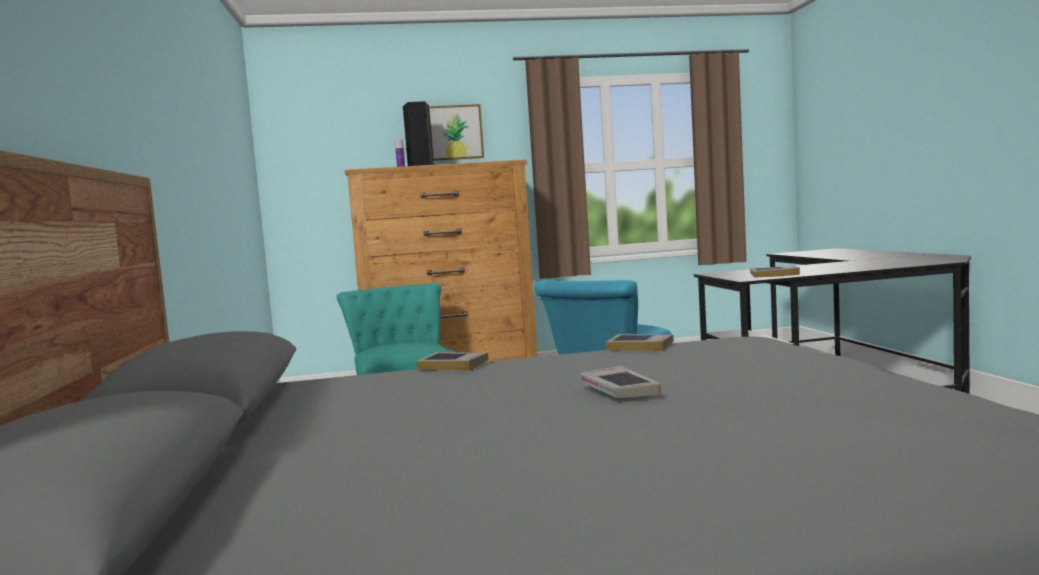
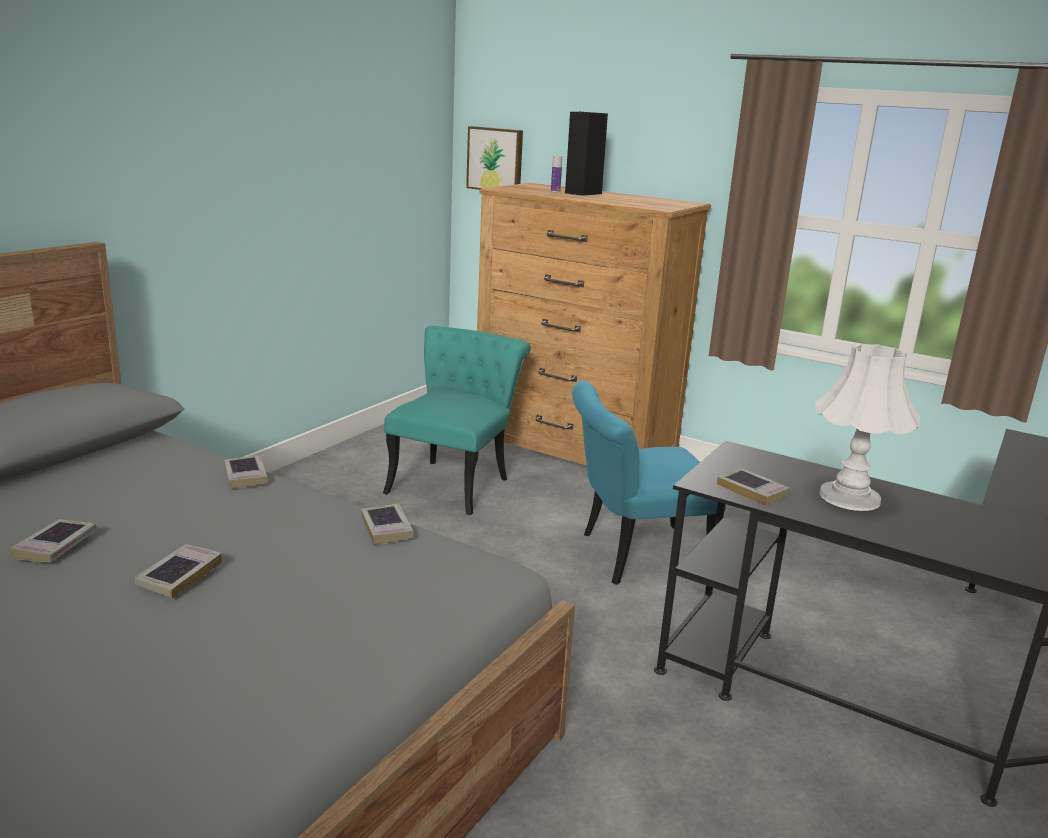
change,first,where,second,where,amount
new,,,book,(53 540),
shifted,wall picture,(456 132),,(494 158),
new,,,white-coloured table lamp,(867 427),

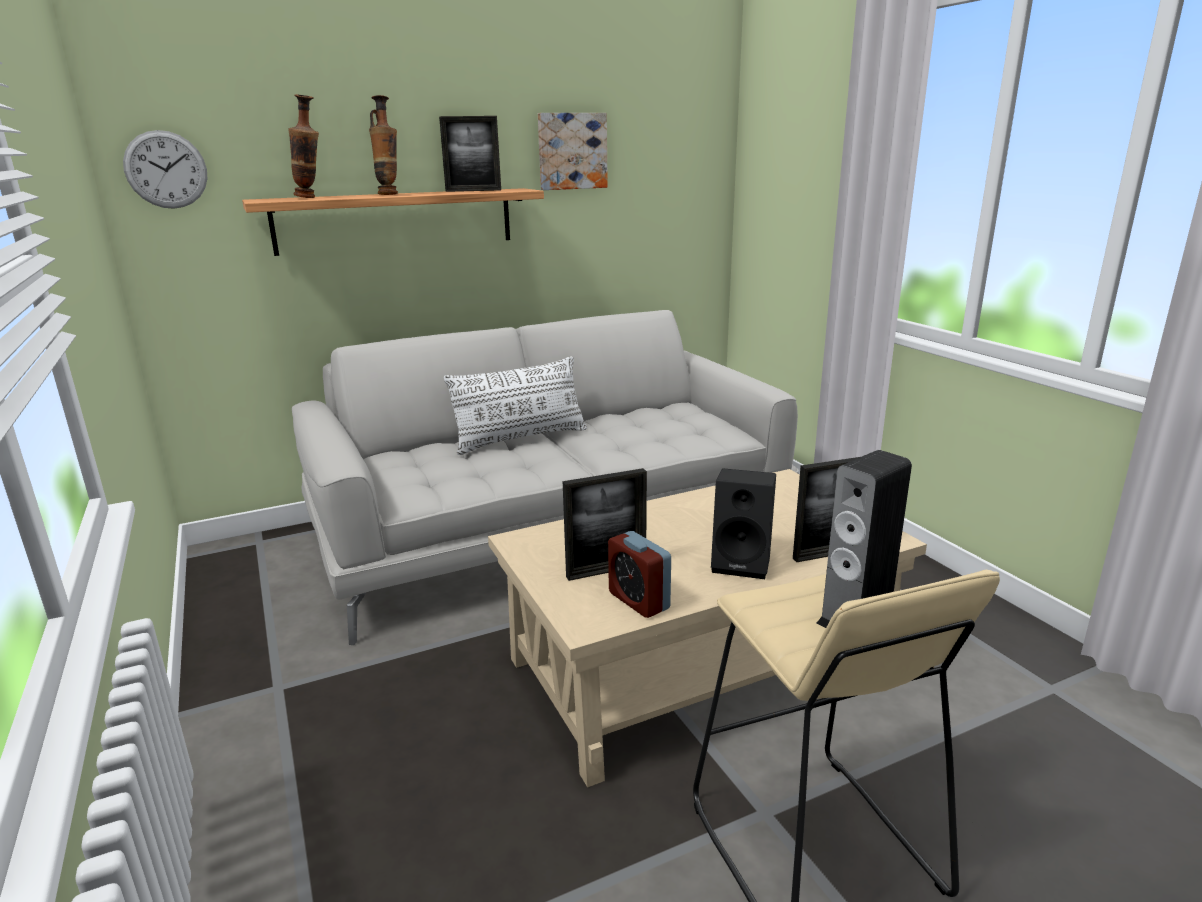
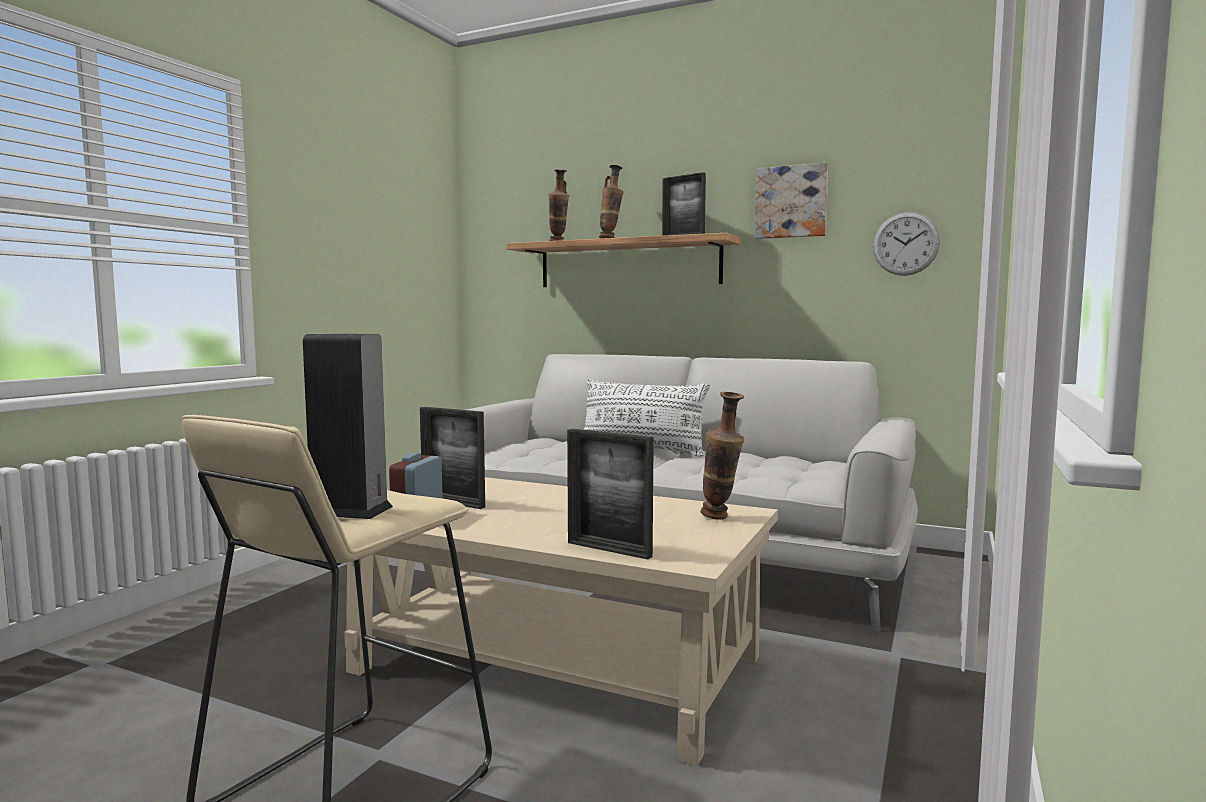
change,first,where,second,where,amount
new,,,vase,(722 456),
shifted,hanging clock,(165 169),,(906 244),
gone,blackish loudspeaker,(743 523),,,

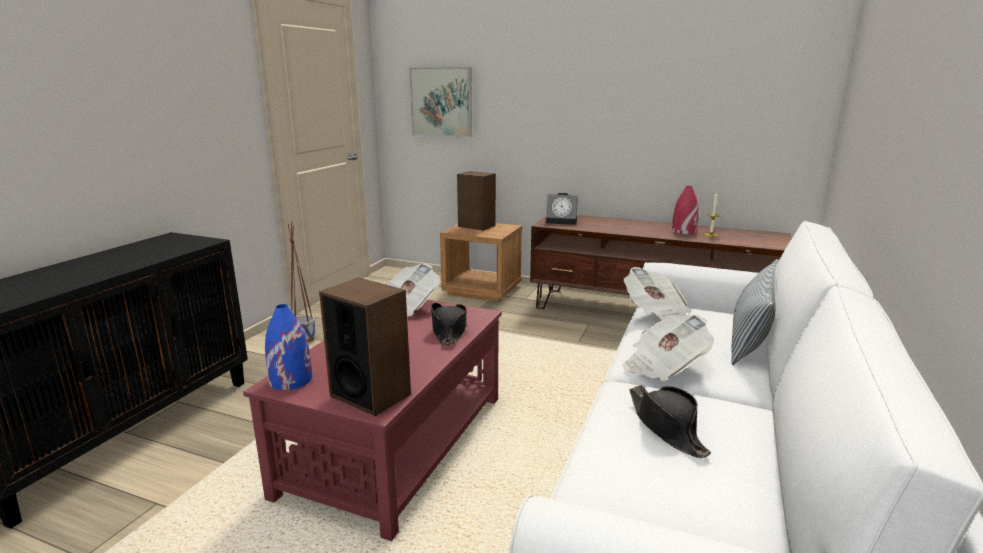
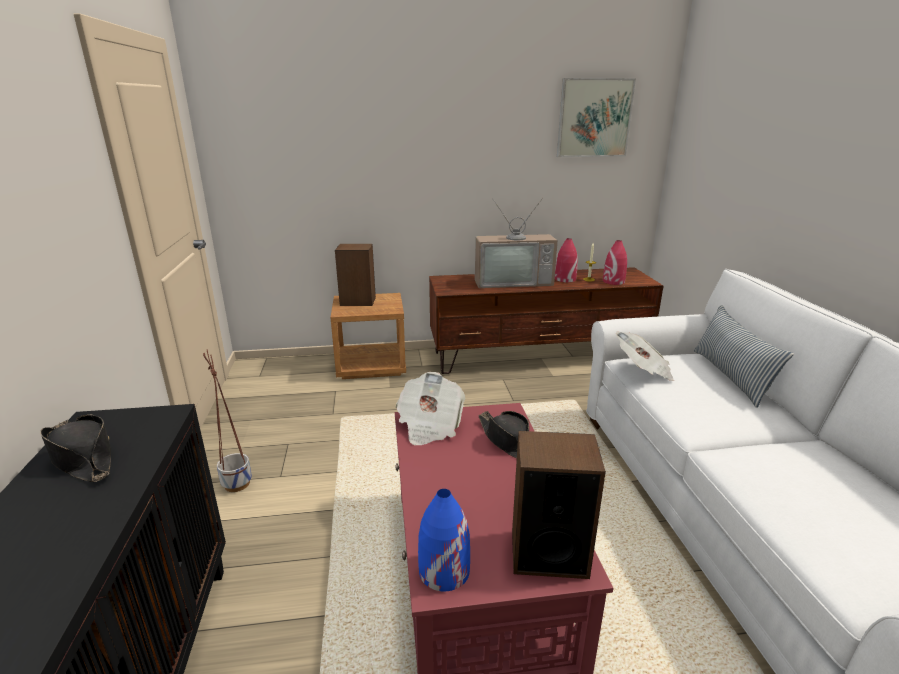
change,first,where,second,where,amount
shifted,blackish hat,(670 421),,(75 448),
new,,,TV set,(516 243),
shifted,wall picture,(440 102),,(596 117),
new,,,red vase,(615 262),
gone,bedside clock,(562 209),,,
gone,printed paper,(668 348),,,

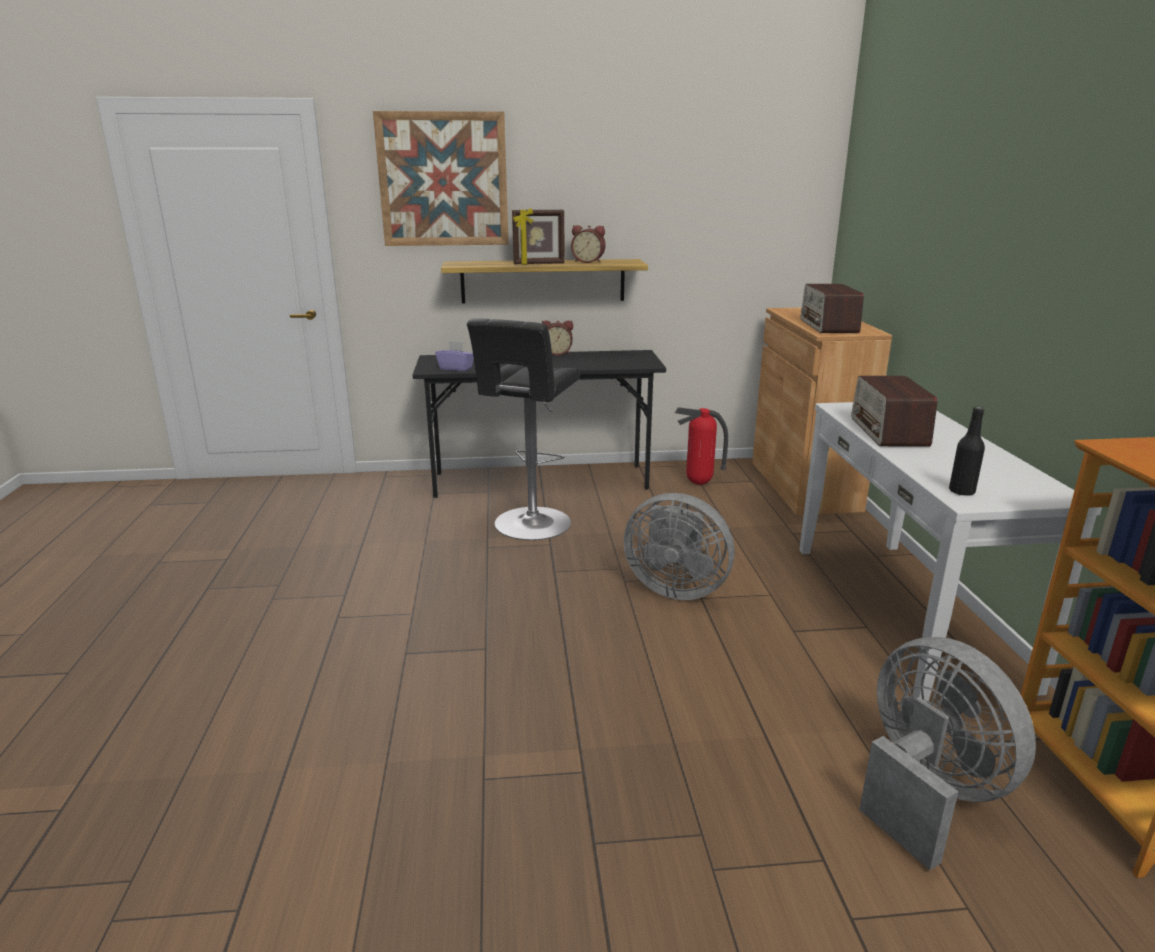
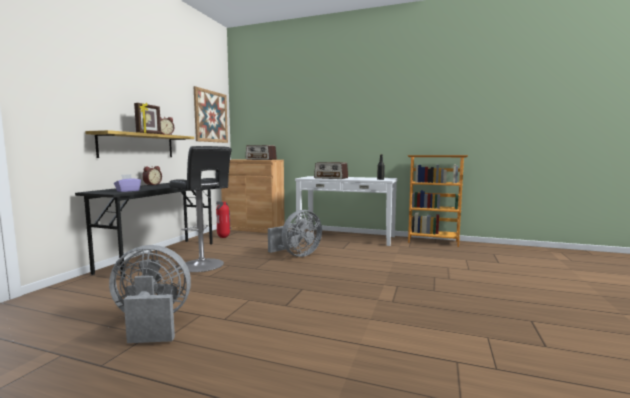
change,first,where,second,where,amount
shifted,greyish cooling fan,(947 753),,(150 294),
shifted,wall picture,(441 178),,(211 114),

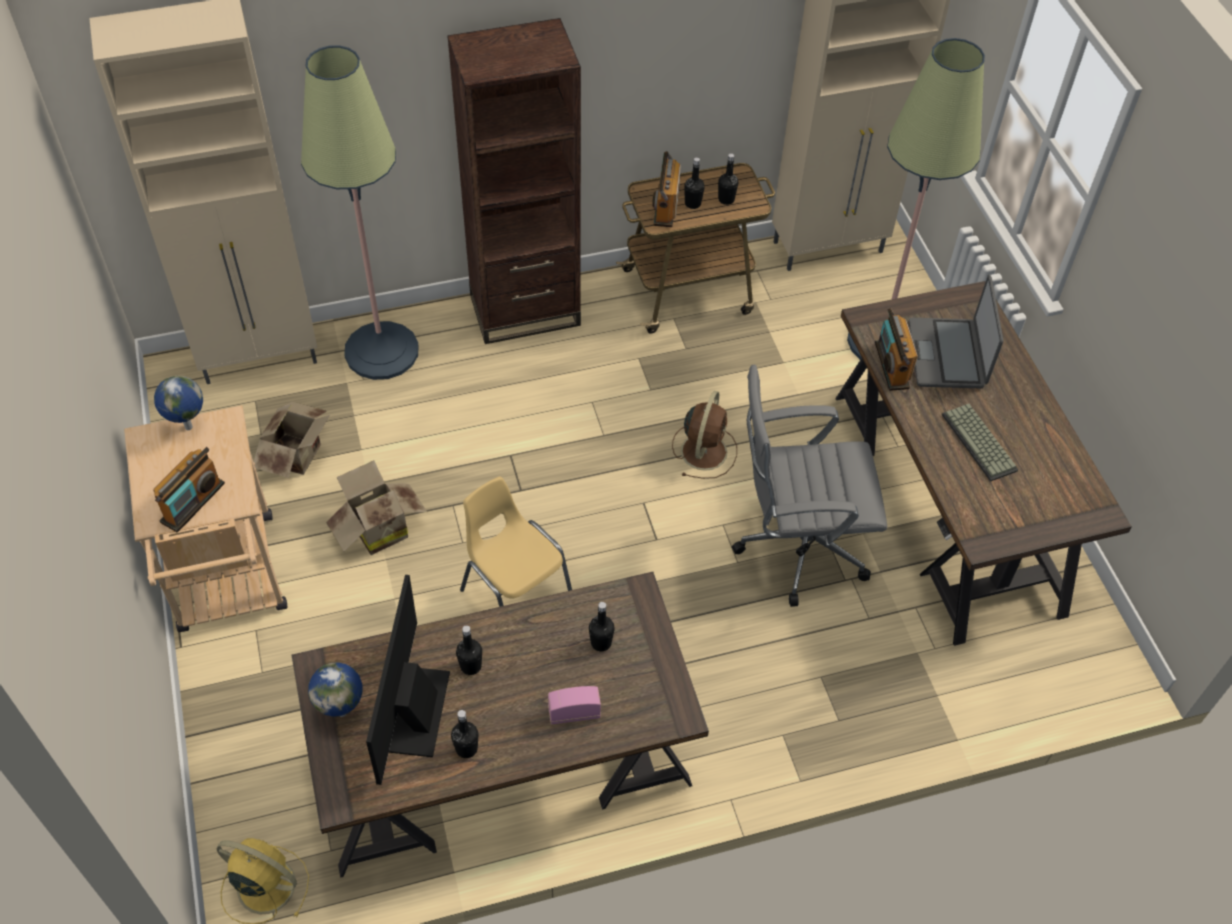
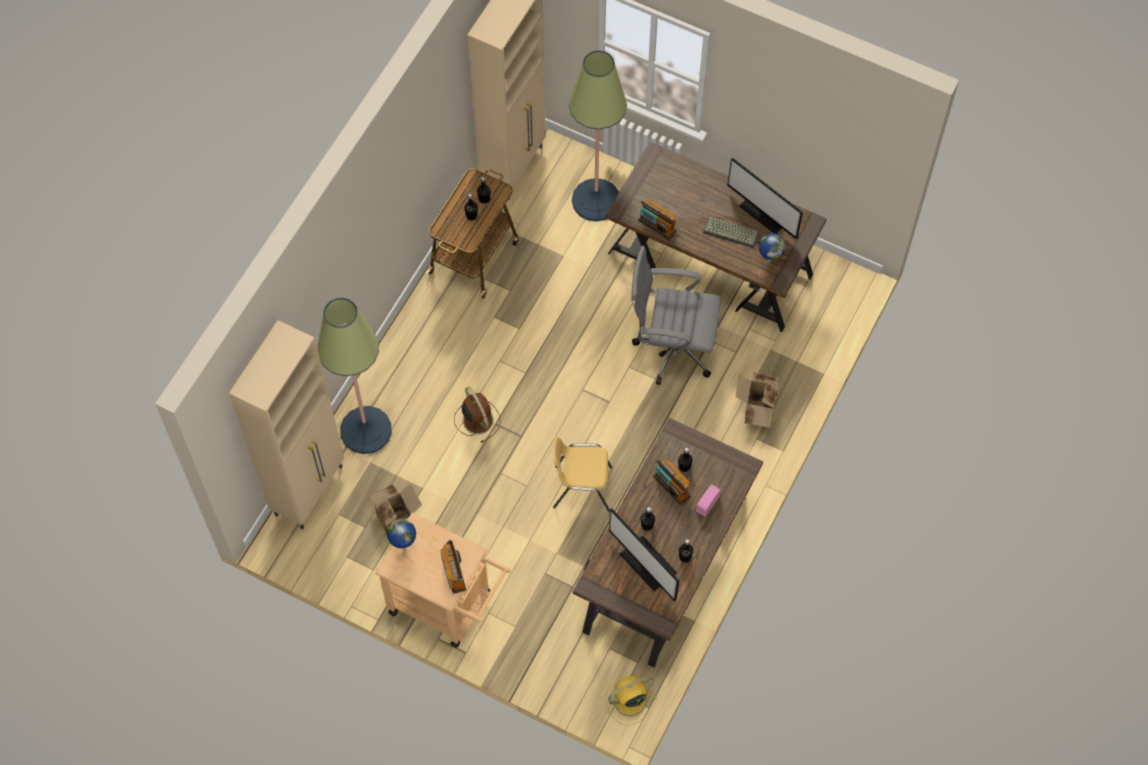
change,first,where,second,where,amount
shifted,brown cooling fan,(704 435),,(477 415),
rotated,greyish desk chair,(809 486),,(676 315),60 degrees clockwise
shifted,radio receiver,(666 189),,(672 482),
new,,,monitor,(765 198),
shifted,carton,(376 508),,(757 400),
shifted,desk globe,(335 689),,(772 247),
gone,brown shelving unit,(514 181),,,
gone,notebook computer,(956 331),,,

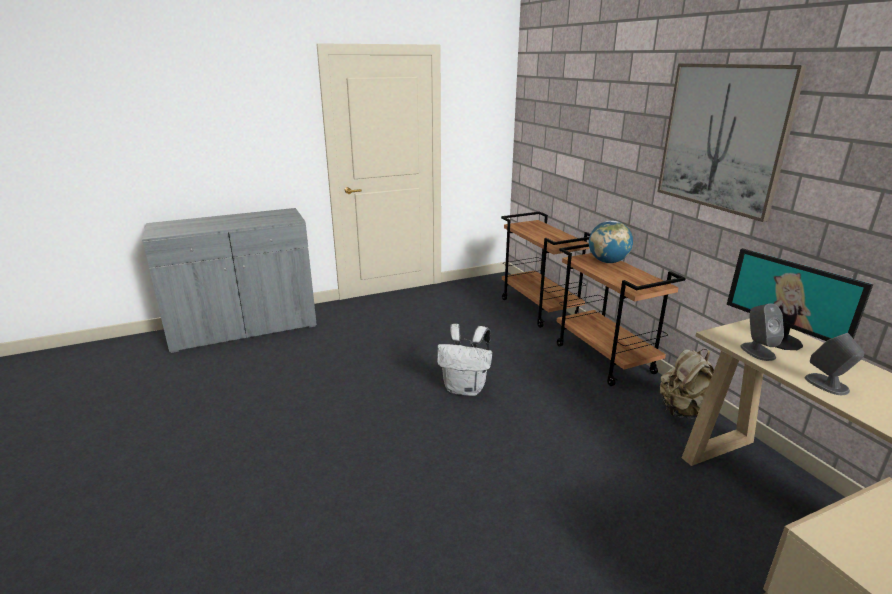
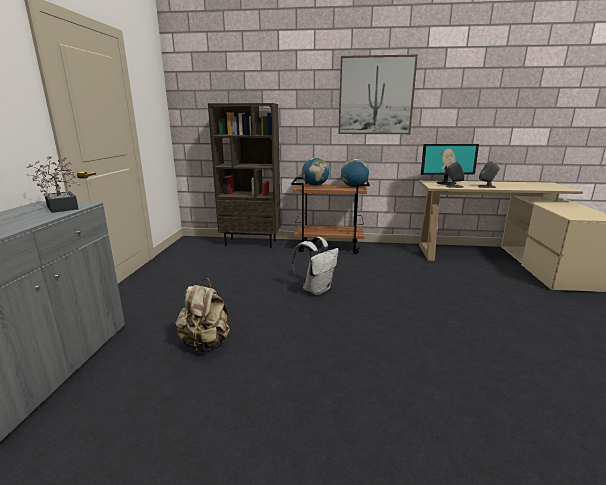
change,first,where,second,where,amount
new,,,plant in a pot,(53 184),
shifted,beige knapsack,(687 384),,(202 315),
swapped,brown trolley,(545 269),brown shelving unit,(244 175),
new,,,desk globe,(355 173),

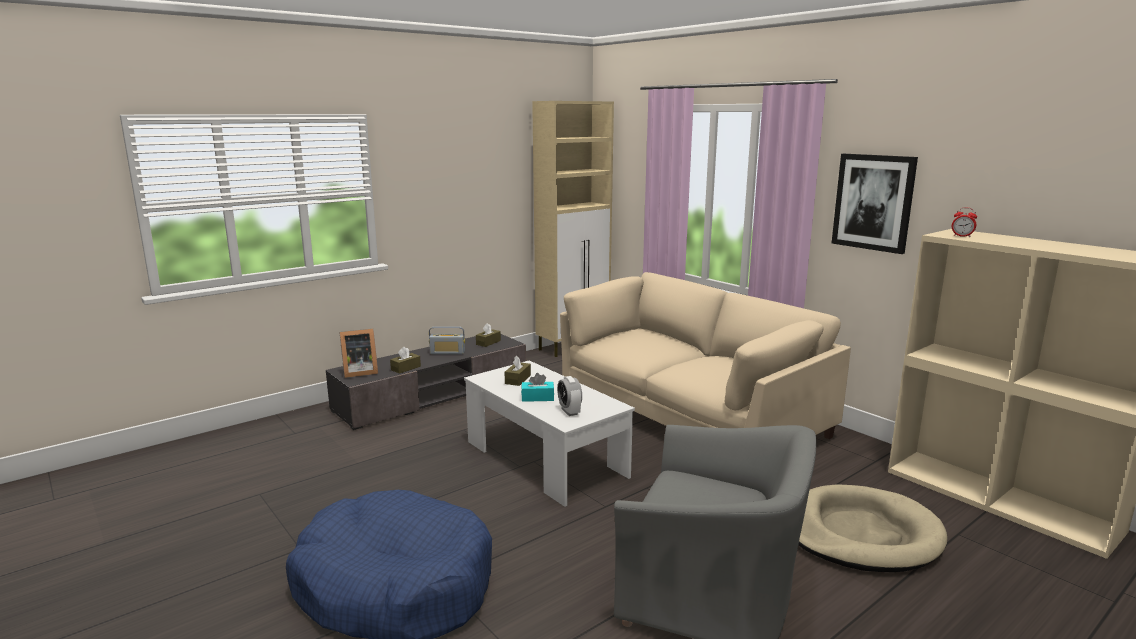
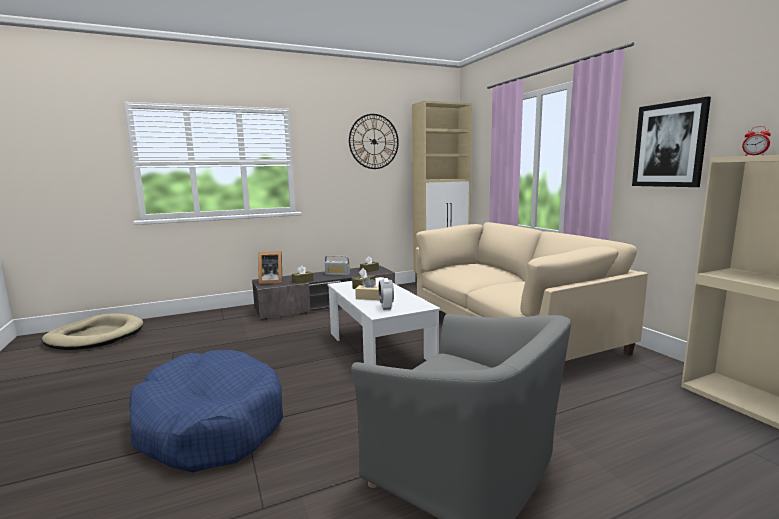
change,first,where,second,where,amount
shifted,beige dog bed,(872 528),,(92 331),
new,,,hanging clock,(374 141),
repainted,blue-green box of tissues,(537 387),beige box of tissues,(367 288),

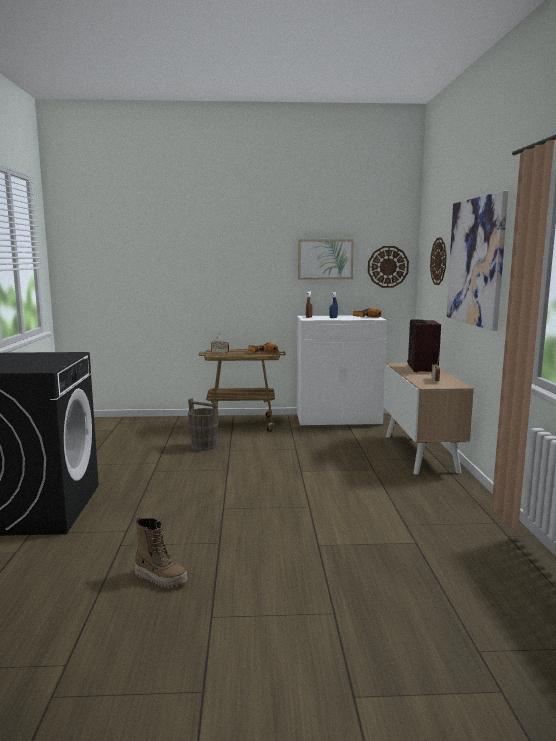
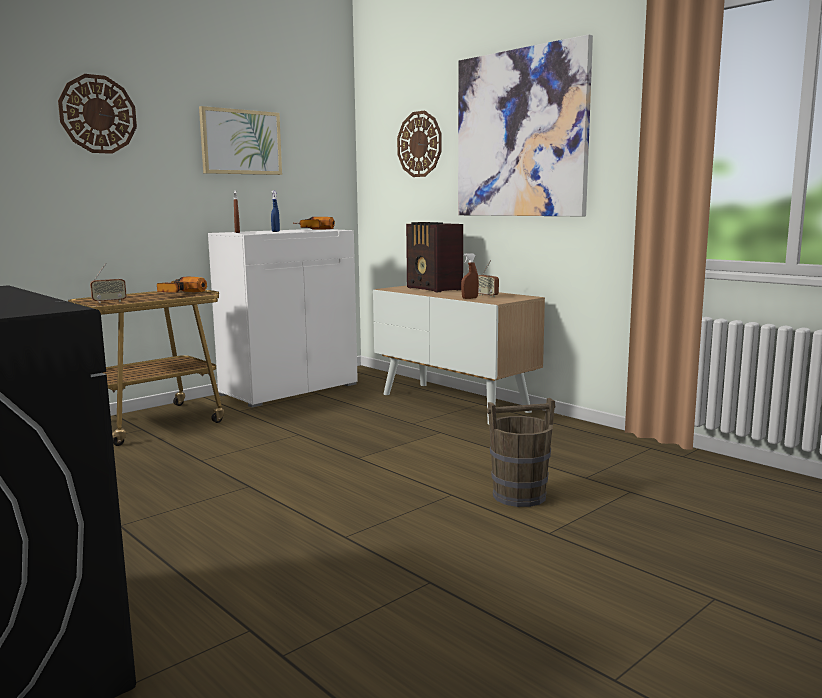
change,first,where,second,where,amount
shifted,hanging clock,(388 267),,(97 114),
new,,,brown hand sprayer,(470 276),
shifted,brown bucket,(203 424),,(521 452),
gone,tall boot,(161 552),,,

